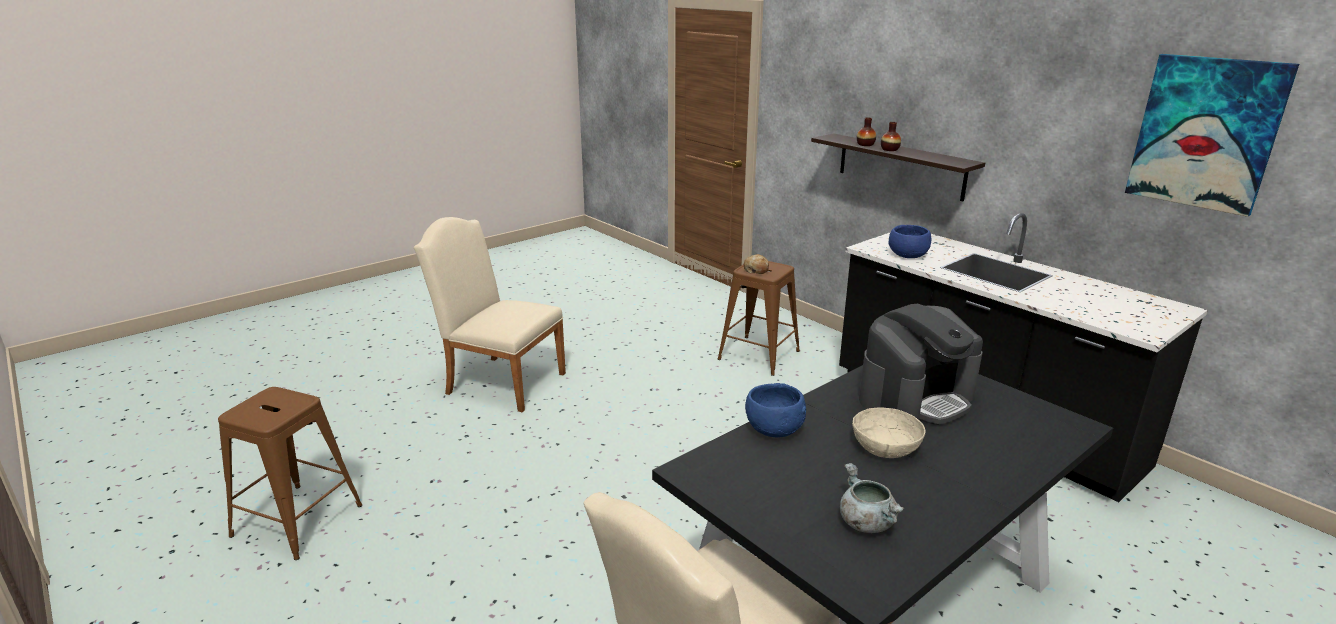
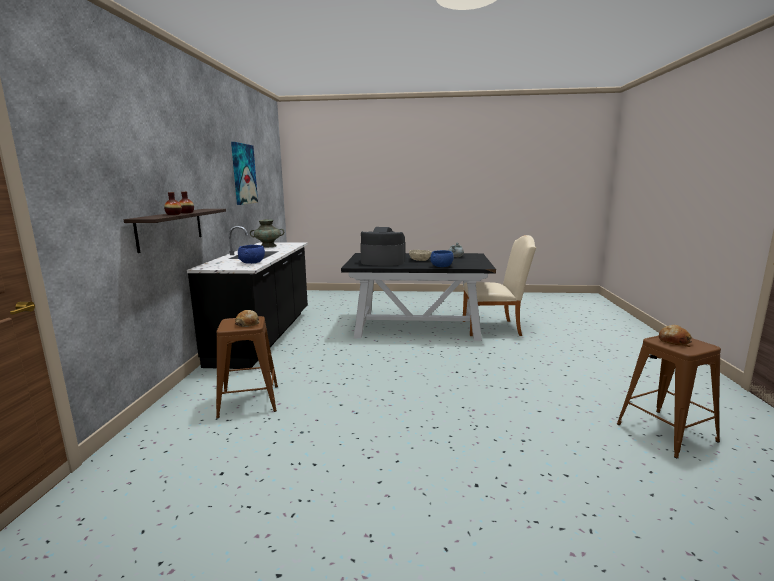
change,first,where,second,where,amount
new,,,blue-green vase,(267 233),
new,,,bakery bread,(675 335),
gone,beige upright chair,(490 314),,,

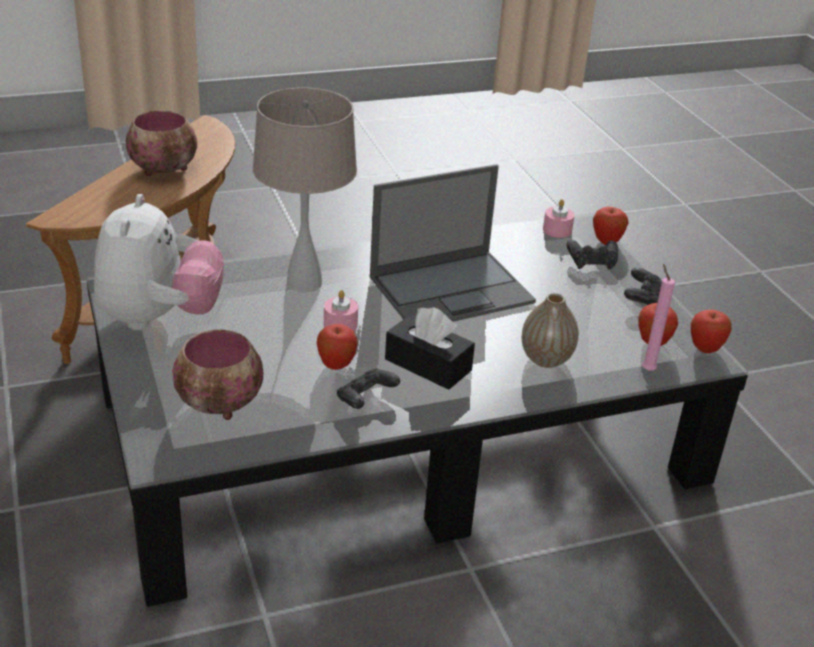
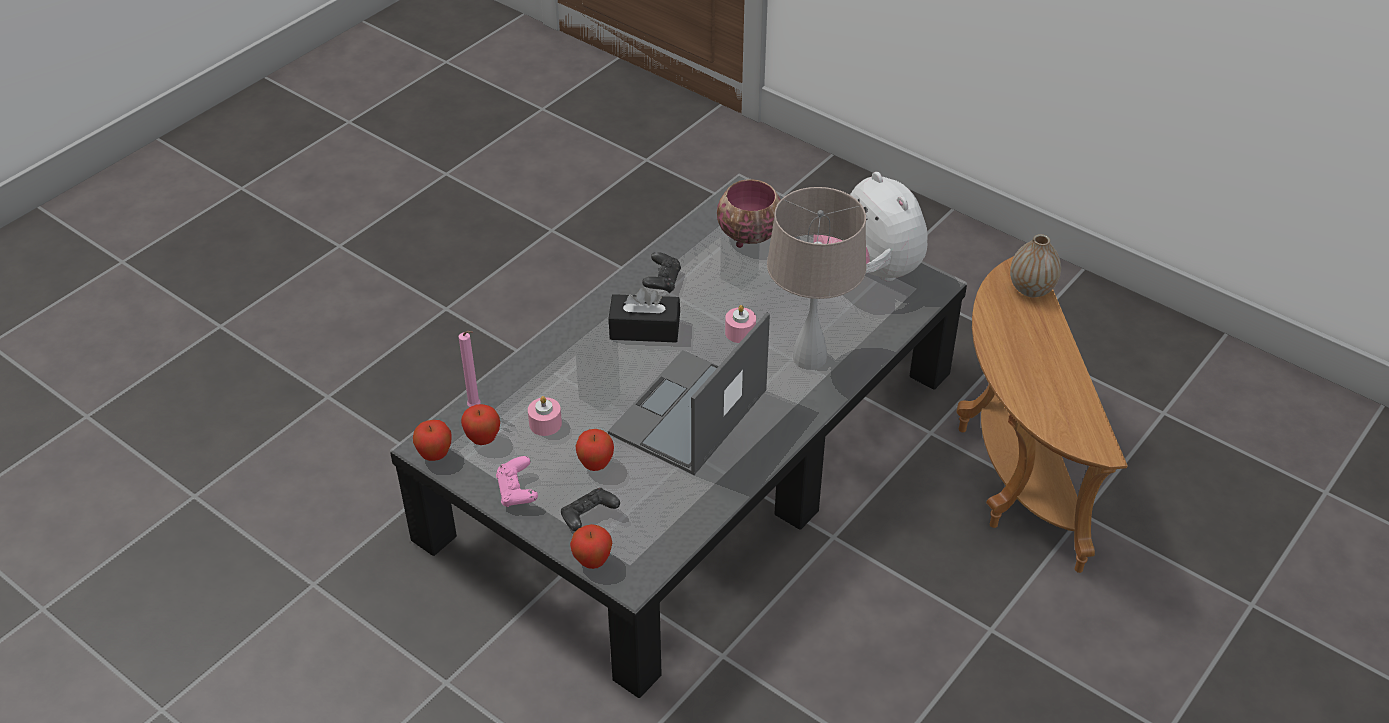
change,first,where,second,where,amount
repainted,blackish joypad,(643 286),pink joypad,(517 481),
shifted,pink wax light,(559 218),,(545 416),
shifted,apple,(337 347),,(594 450),
shifted,vase,(550 330),,(1035 265),
gone,serving bowl,(161 143),,,

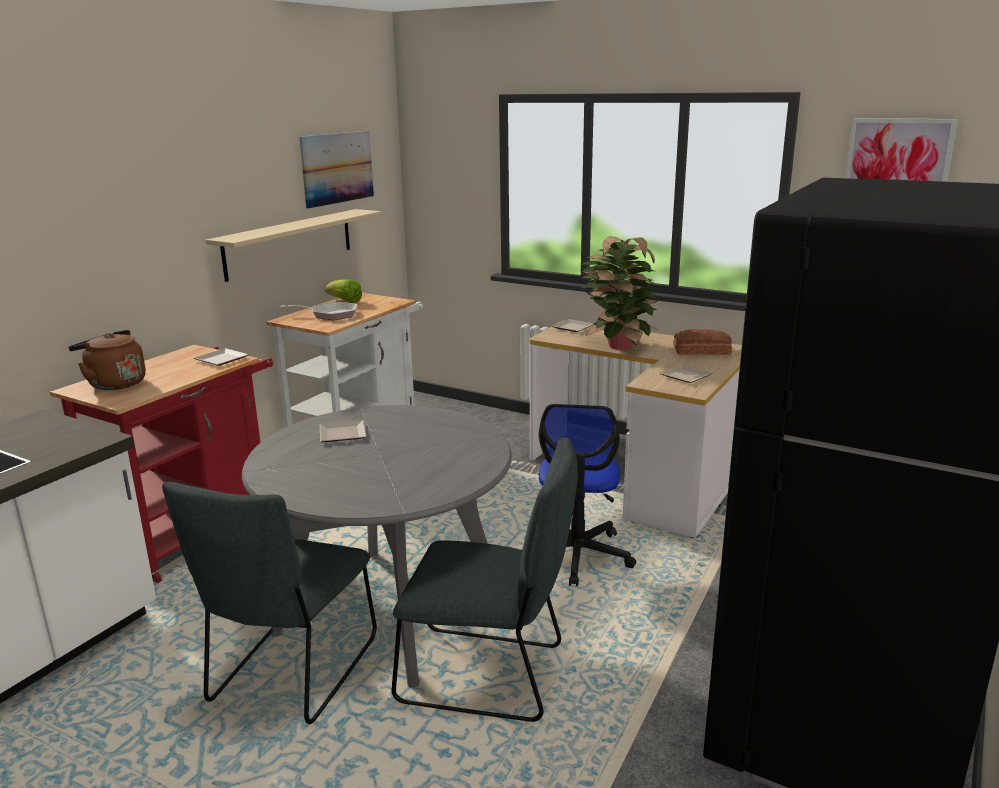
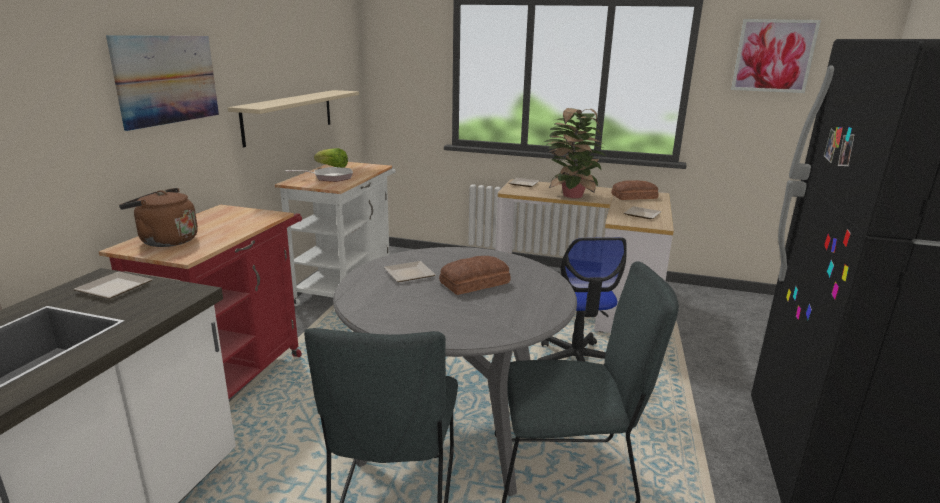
change,first,where,second,where,amount
shifted,flat dish,(221 357),,(113 285),
shifted,wall picture,(336 170),,(162 83),
new,,,bakery bread,(475 275),

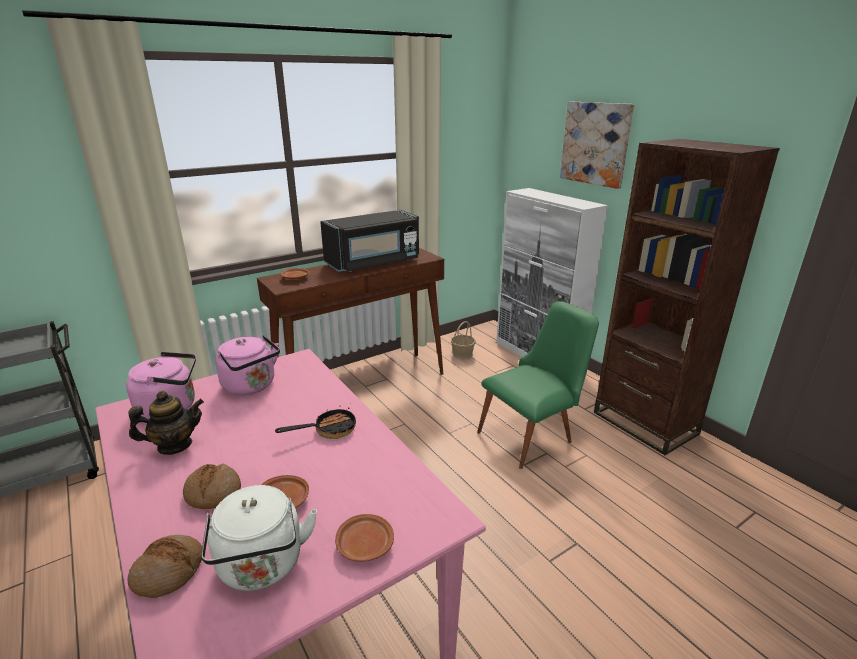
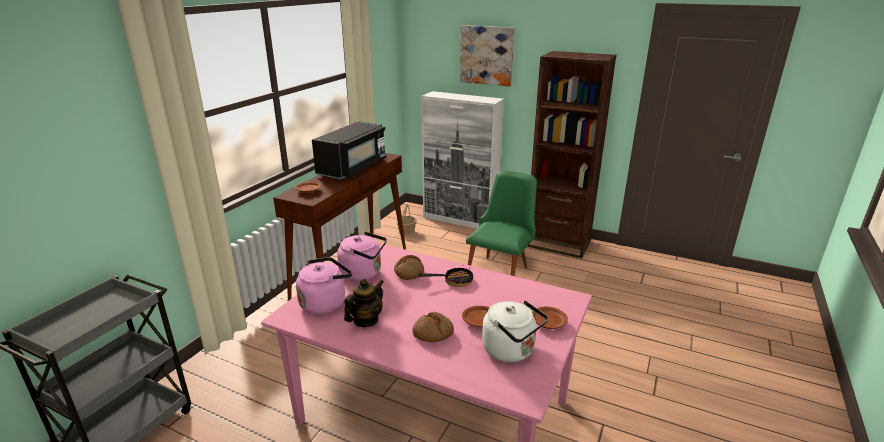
change,first,where,second,where,amount
shifted,bakery bread,(165 566),,(409 267),
rotated,pan,(315 423),,(445 276),45 degrees clockwise

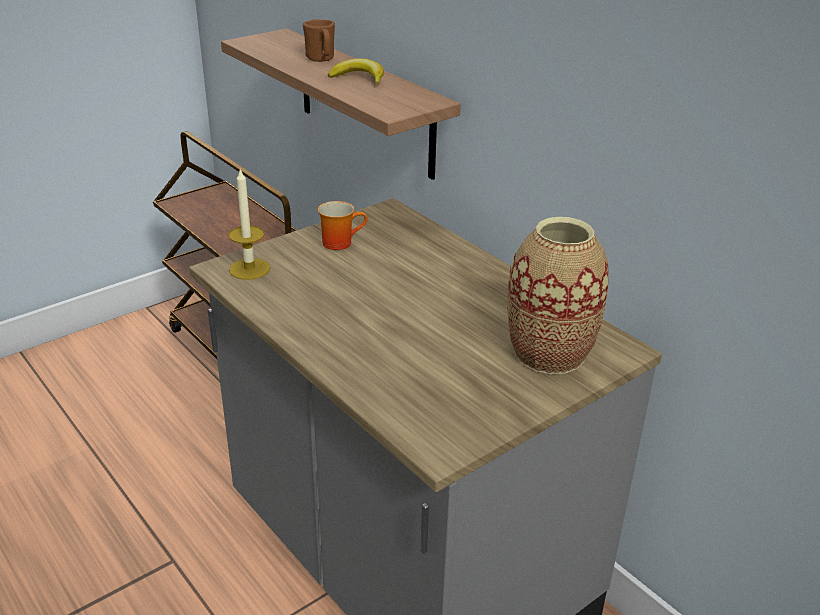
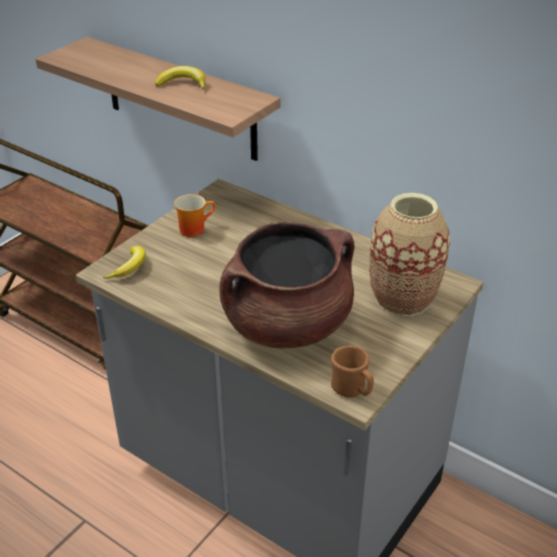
change,first,where,second,where,amount
swapped,wax light,(249 224),banana,(124 262),
new,,,brown saucepot,(287 285),
shifted,brown coffee mug,(319 40),,(352 372),

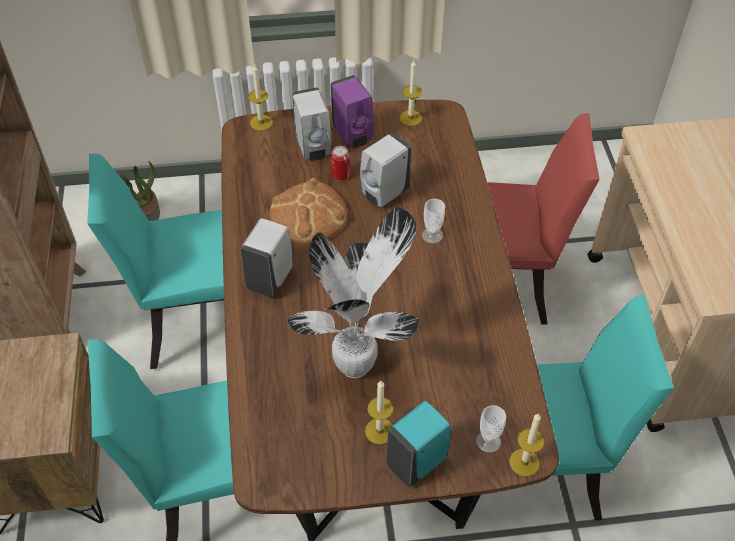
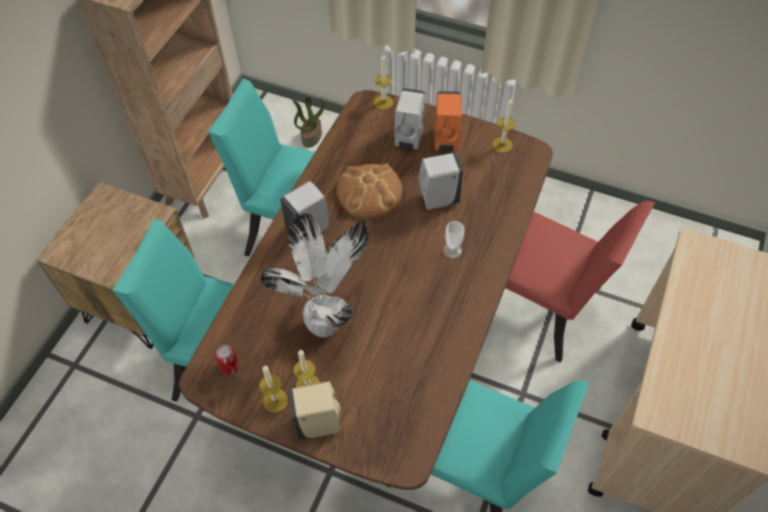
change,first,where,second,where,amount
shifted,sealed can,(340 163),,(227 360),
shifted,wax light,(526 444),,(273 389),
repainted,blue-green soap bottle,(419 444),beige soap bottle,(314 410),
repainted,purplish soap bottle,(352 111),orange soap bottle,(448 121),
gone,cup,(491 429),,,

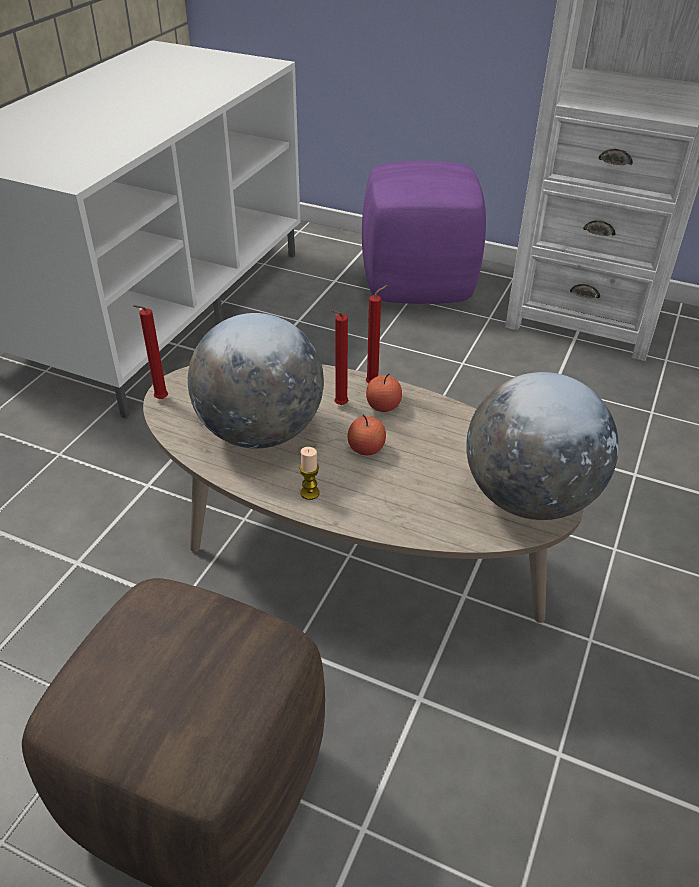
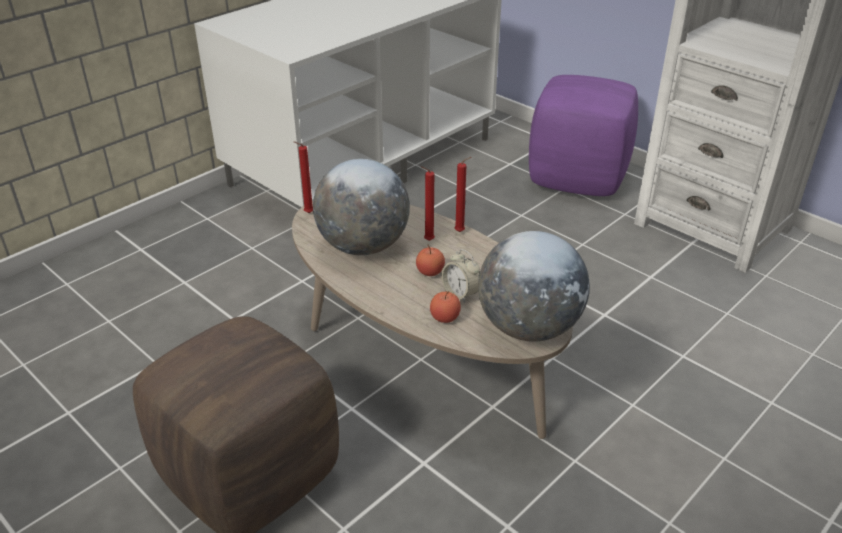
change,first,where,second,where,amount
shifted,apple,(384 393),,(445 307),
new,,,bedside clock,(460 276),
gone,wax light,(309 473),,,

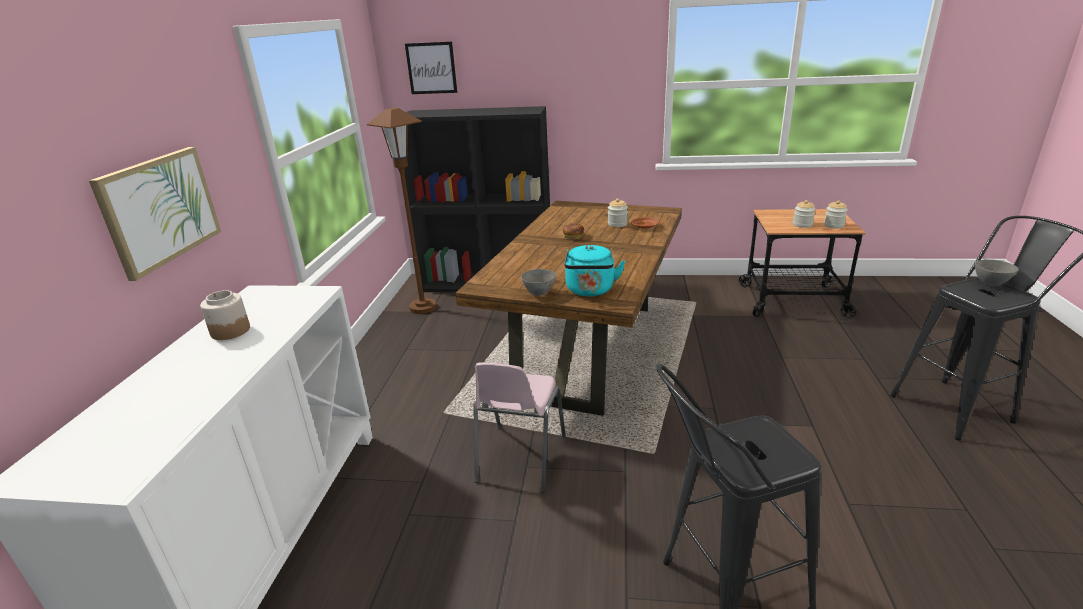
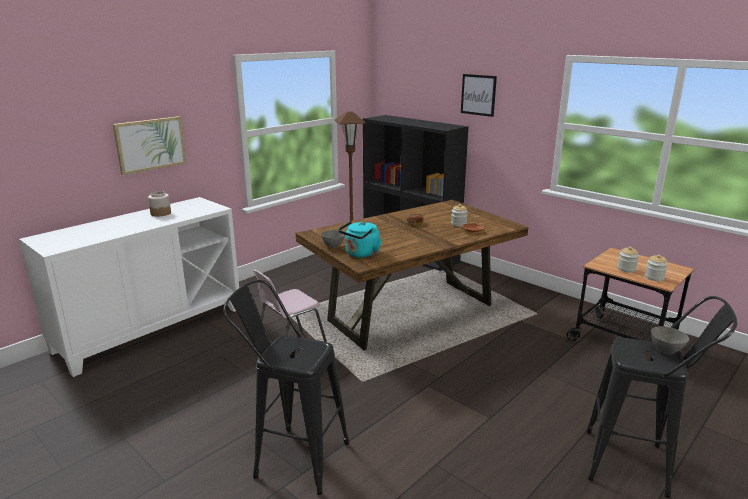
change,first,where,second,where,amount
shifted,wall picture,(431 68),,(479 95),

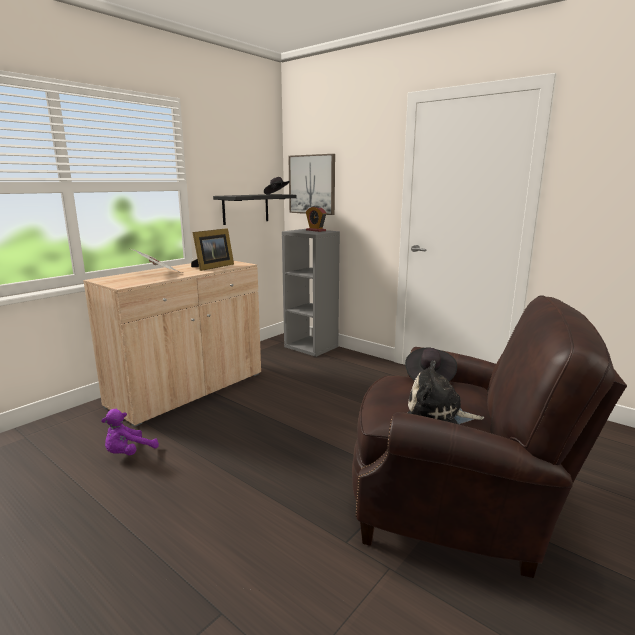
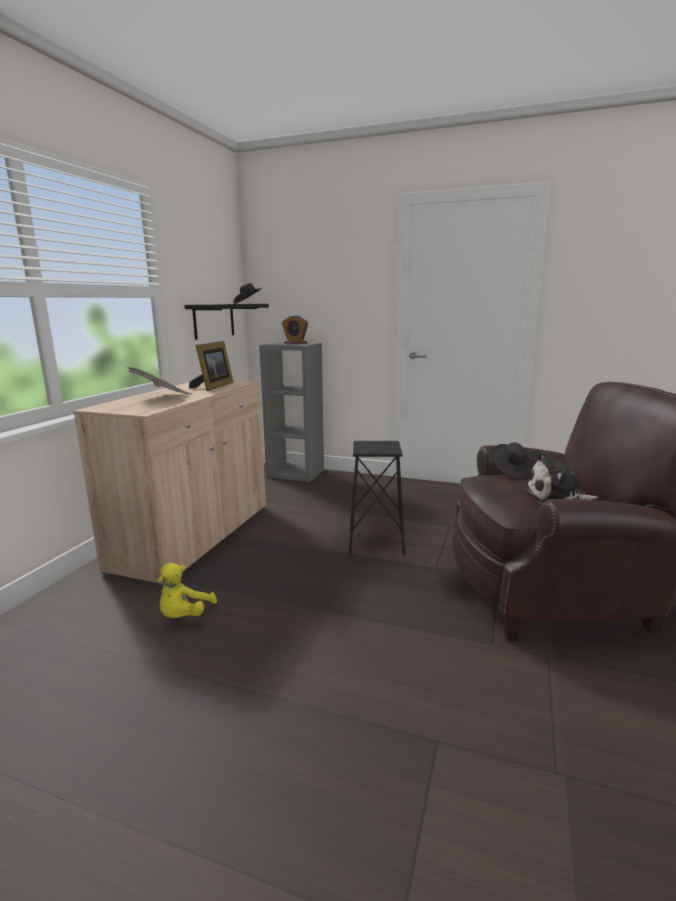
change,first,where,second,where,amount
repainted,purplish cuddly toy,(130 432),yellowish cuddly toy,(187 590),
new,,,blackish stool,(377 498),
gone,wall picture,(311 184),,,

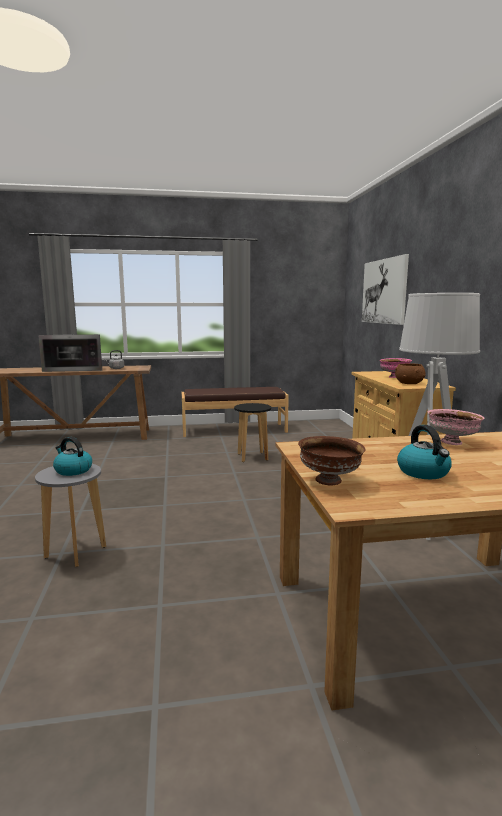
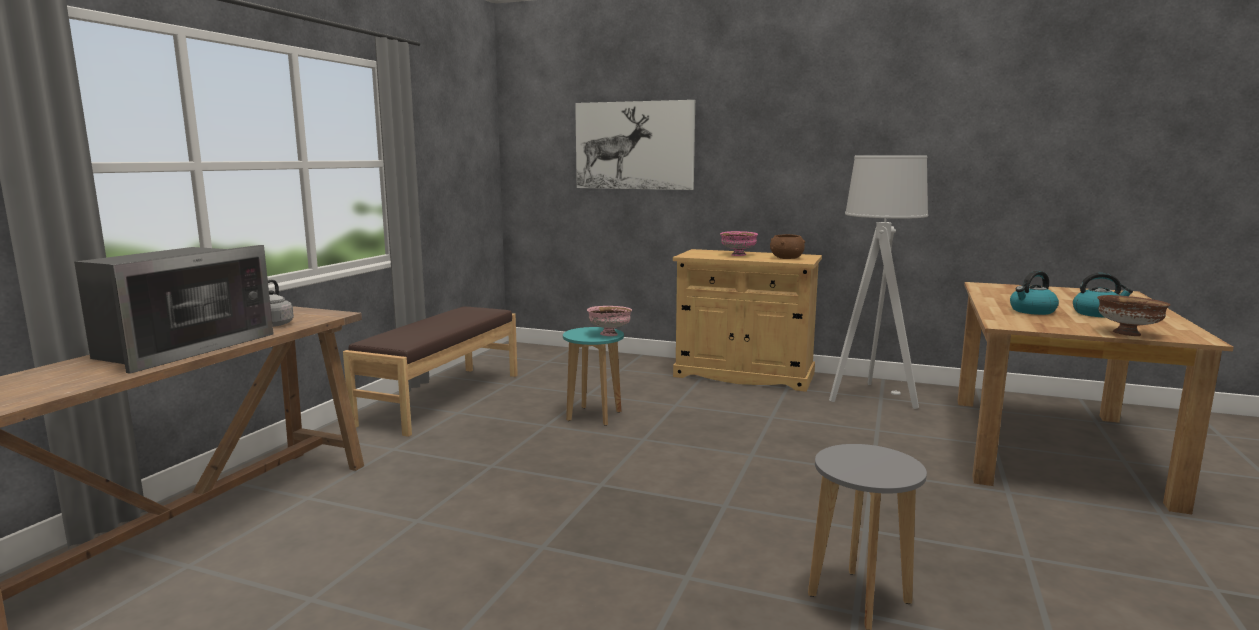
change,first,where,second,where,amount
repainted,blackish stool,(252 432),blue-green stool,(593 376),
shifted,pink serving bowl,(456 427),,(609 321),
shifted,tea kettle,(72 456),,(1034 293),

